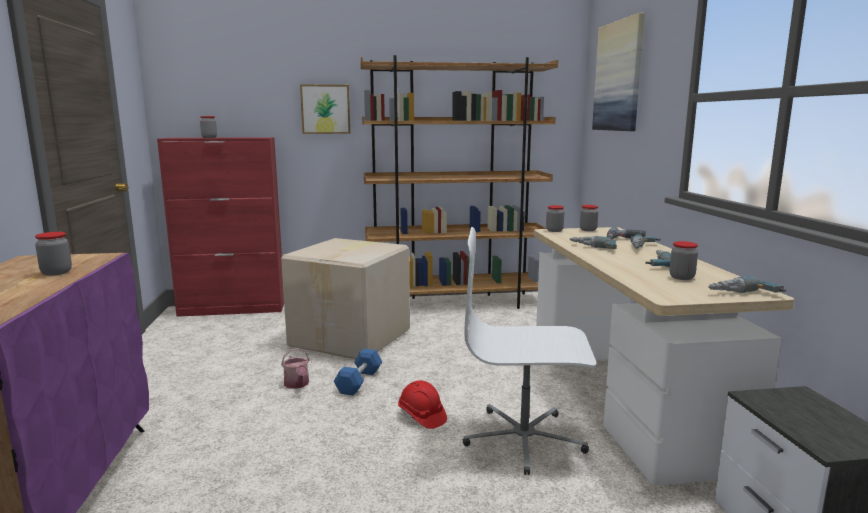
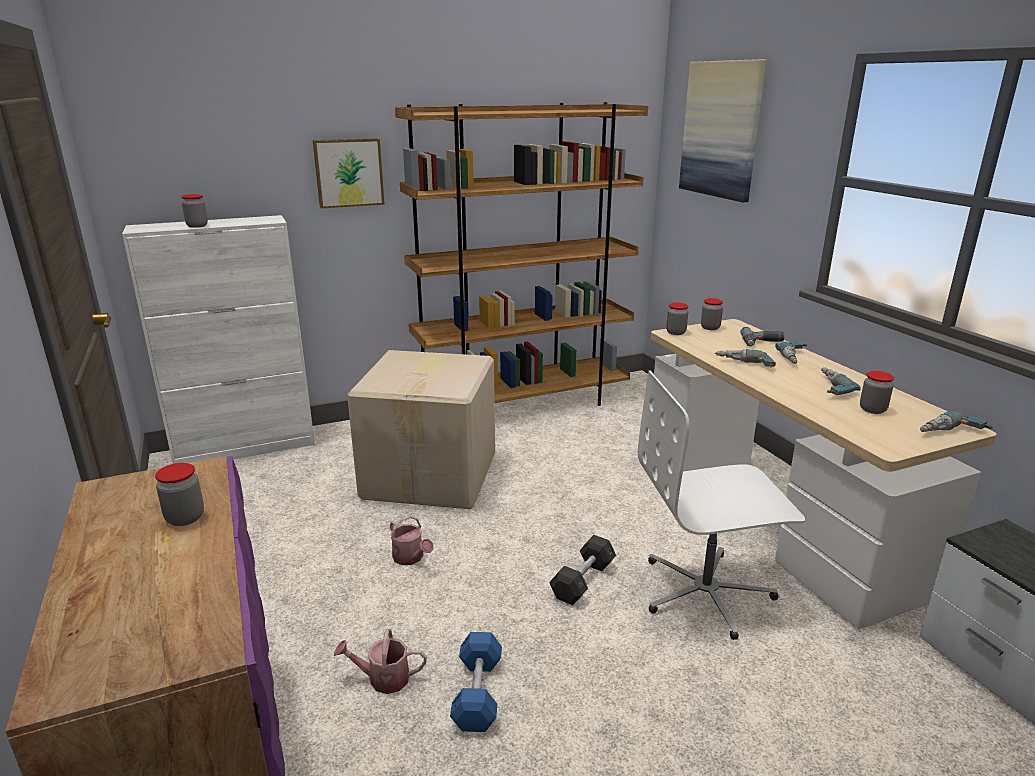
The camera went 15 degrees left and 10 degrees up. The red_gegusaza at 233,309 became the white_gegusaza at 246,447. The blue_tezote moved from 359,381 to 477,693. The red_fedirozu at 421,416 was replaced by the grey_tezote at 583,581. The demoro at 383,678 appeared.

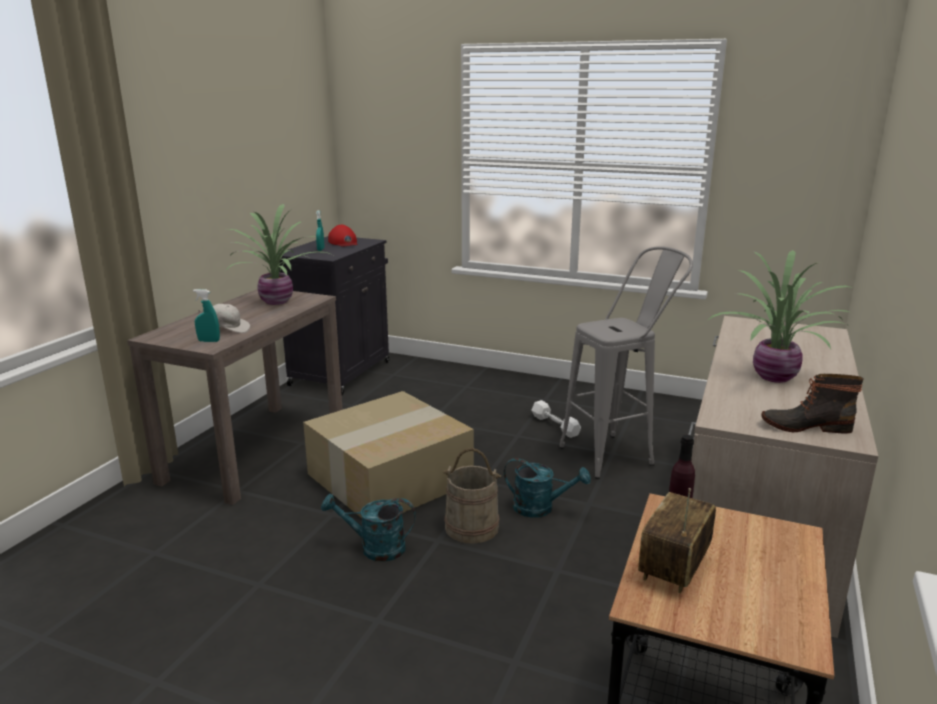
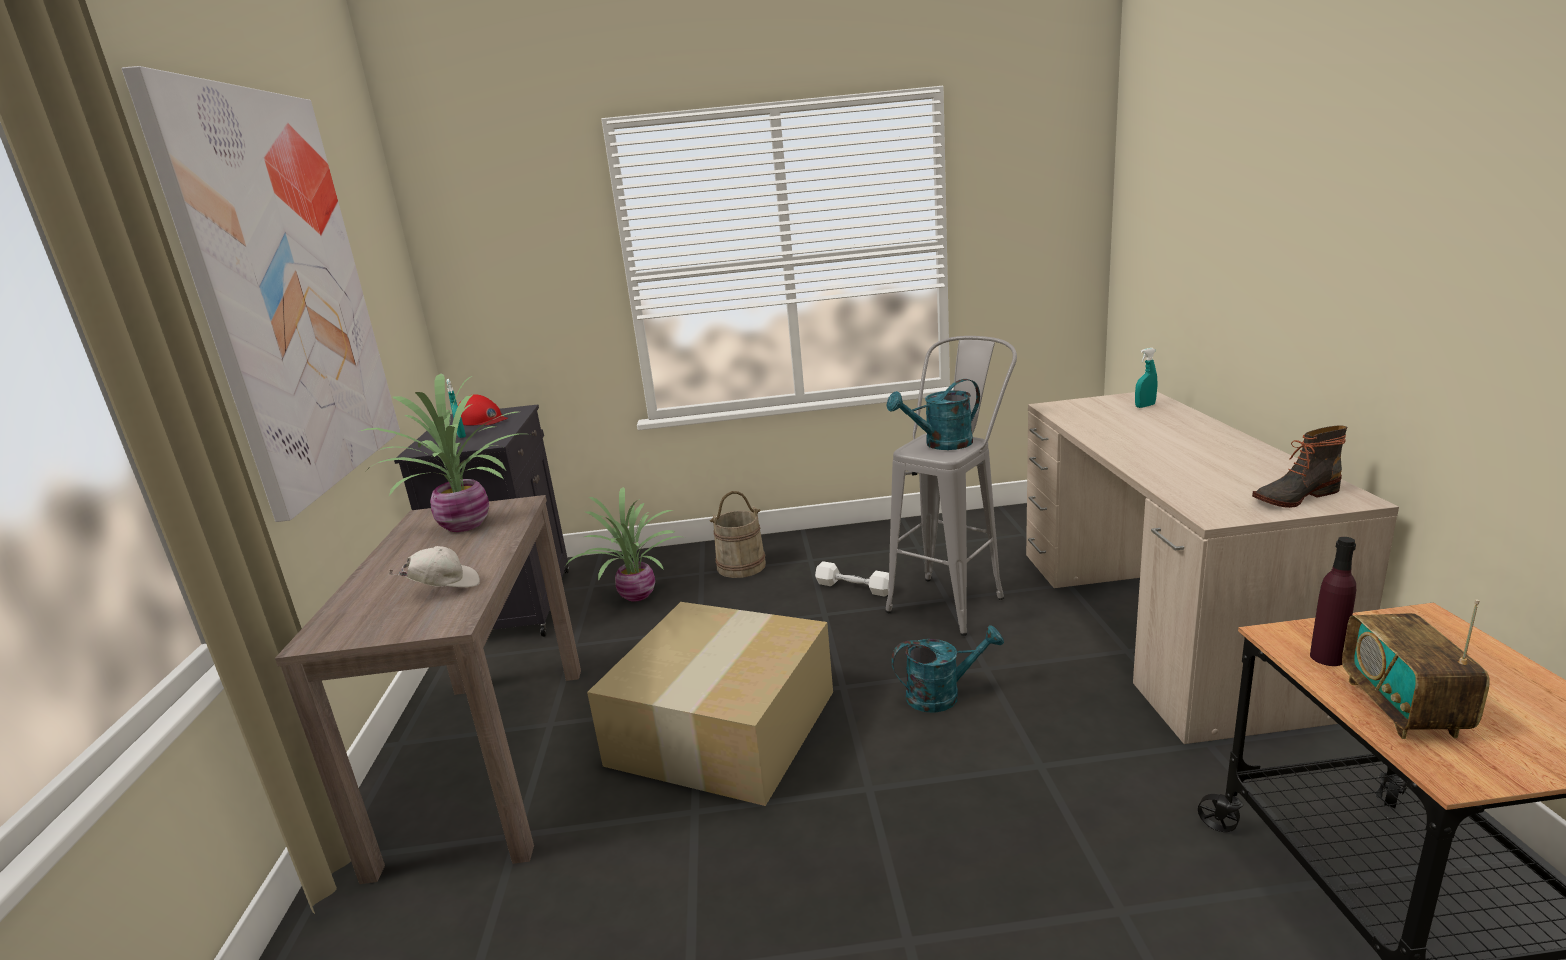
The camera went 25 degrees left and 0 degrees up. The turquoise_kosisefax moved from 209,341 to 1145,406. The turquoise_demoro moved from 374,548 to 941,444. The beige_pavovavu moved from 472,527 to 741,566. The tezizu moved from 774,376 to 638,594. The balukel at 287,294 appeared.

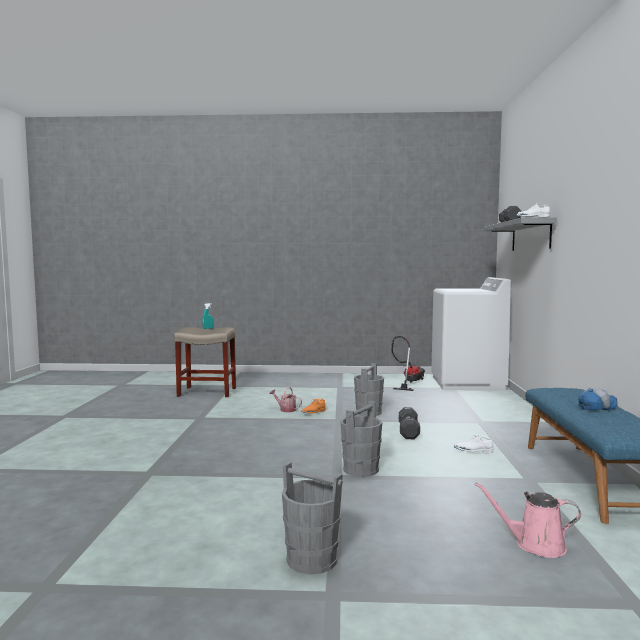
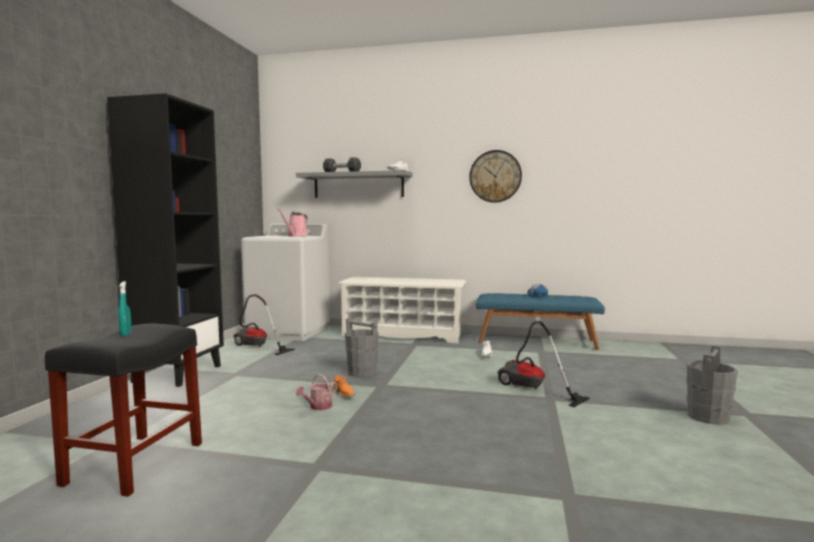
The camera went 80 degrees left and 0 degrees up. The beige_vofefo at 206,392 became the black_vofefo at 134,464. The grey_pavovavu at 361,469 was replaced by the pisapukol at 531,389. The black_tezote at 408,431 disappeared. The pink_demoro moved from 535,545 to 296,236. The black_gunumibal at 177,373 appeared. The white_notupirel at 403,335 appeared. The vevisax at 495,176 appeared.

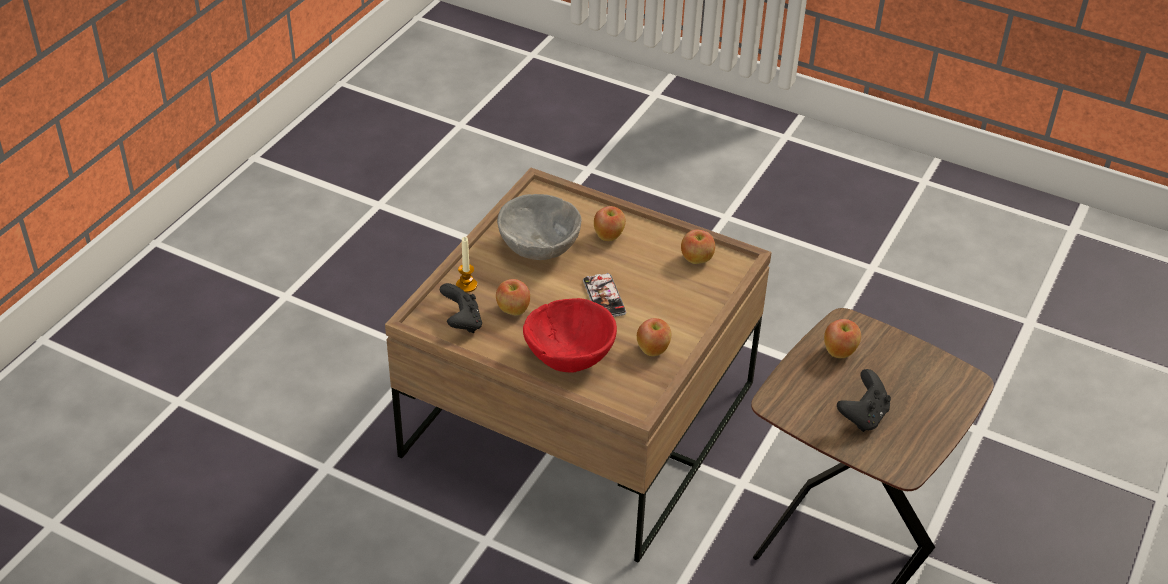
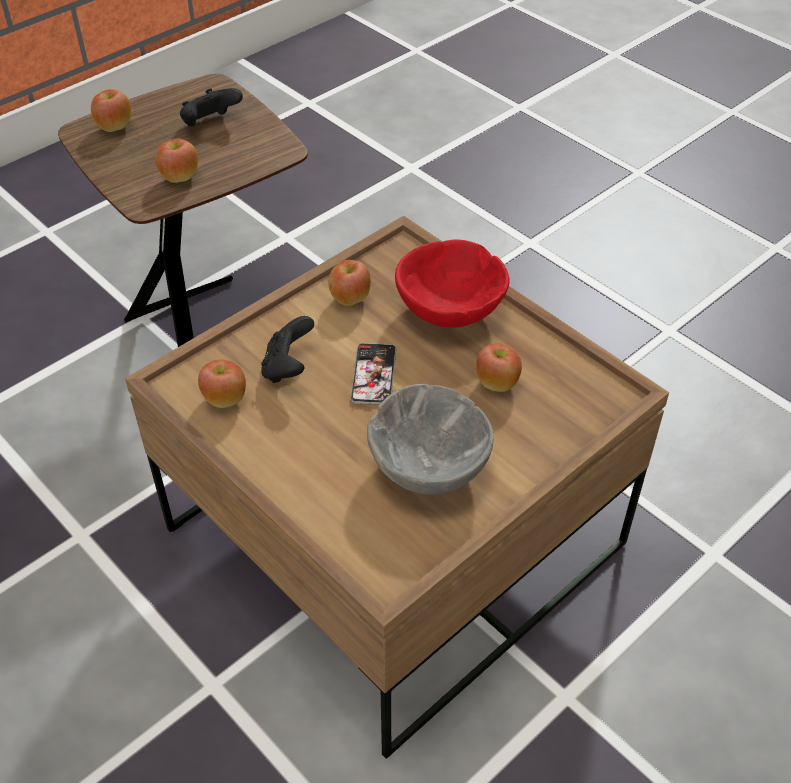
The camera went 160 degrees left and 5 degrees up. The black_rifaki moved from 462,322 to 288,368. The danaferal at 466,285 disappeared. The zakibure moved from 609,236 to 115,127.

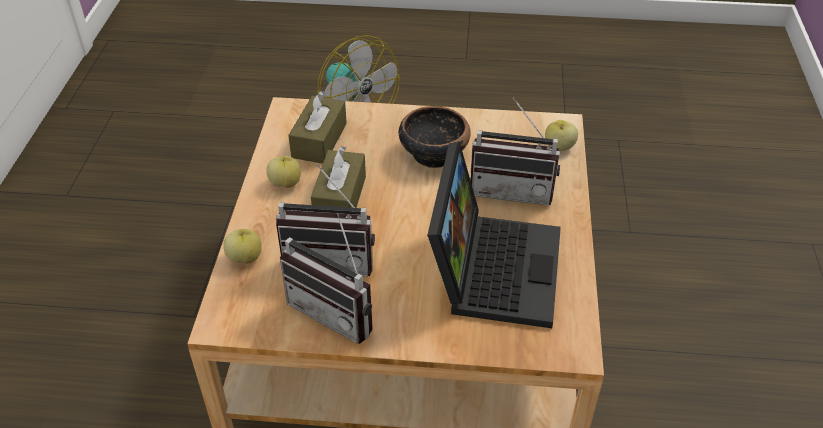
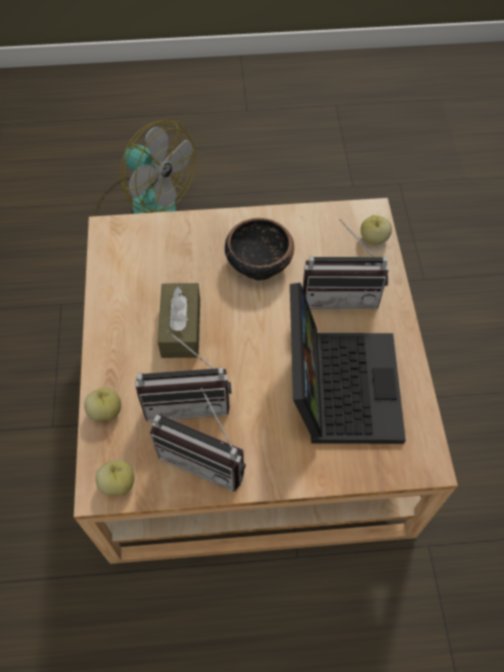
The camera went 10 degrees left and 15 degrees up. The zakibure moved from 285,183 to 118,483. The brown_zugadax at 319,140 disappeared.

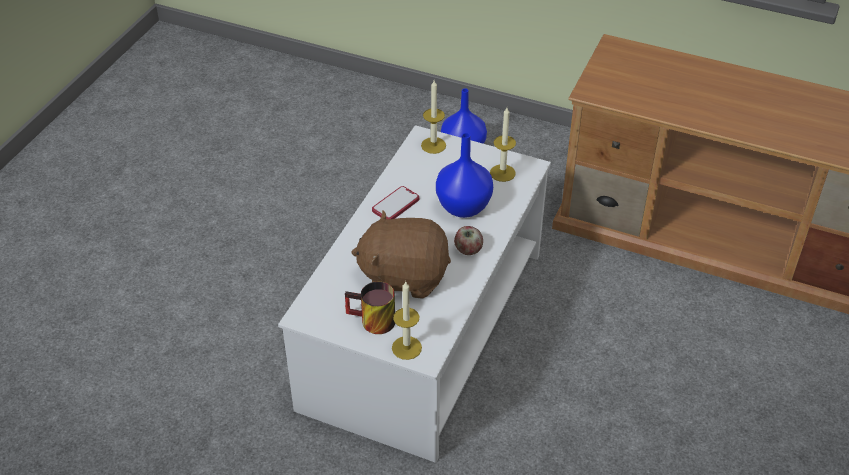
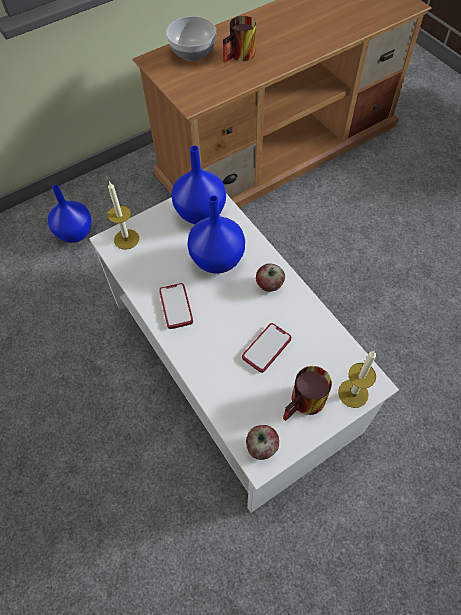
The camera went 55 degrees left and 15 degrees up. The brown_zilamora at 404,276 was replaced by the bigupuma at 266,348. The danaferal at 502,173 was replaced by the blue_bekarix at 199,212. The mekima at 193,52 appeared. The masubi at 240,56 appeared. The zakibure at 261,446 appeared.

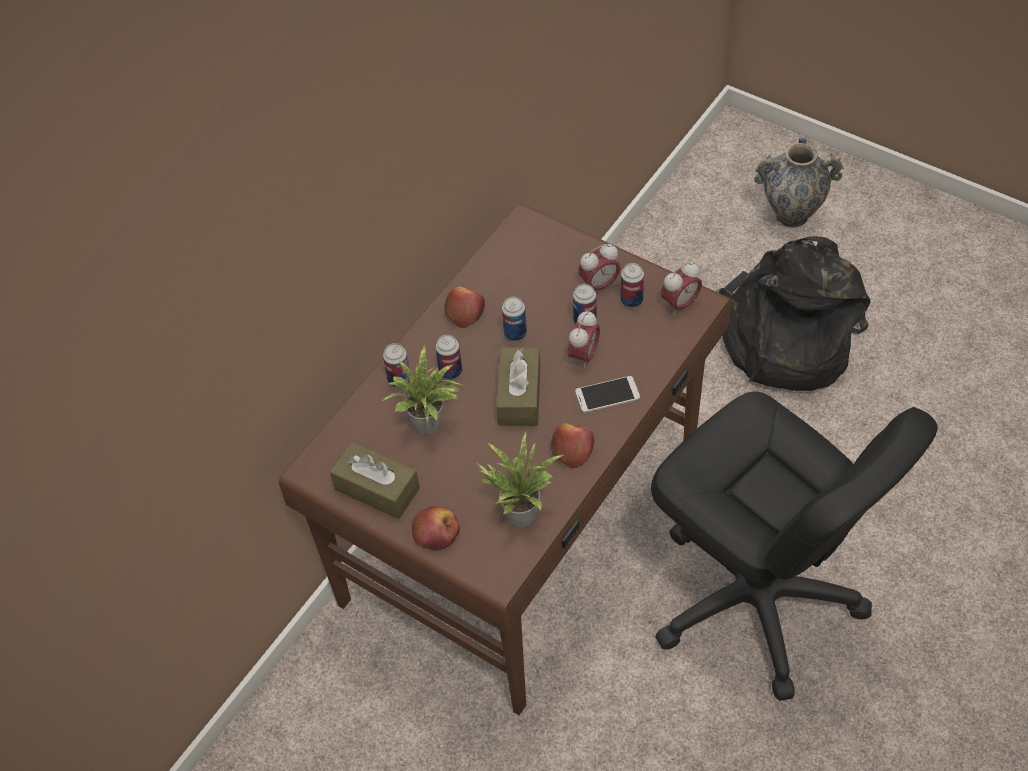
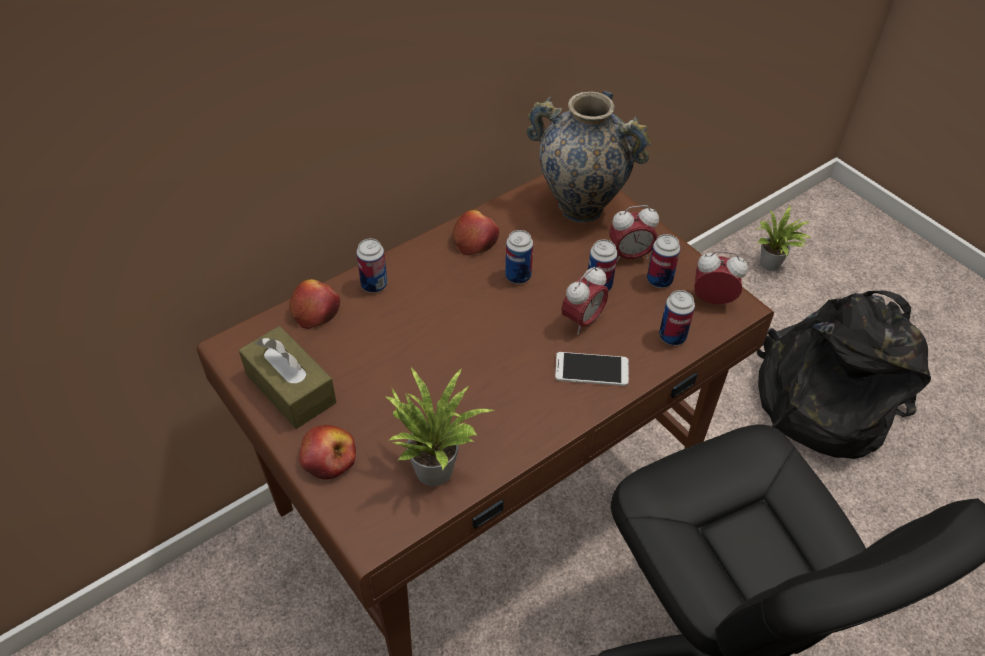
The camera went 15 degrees right and 5 degrees down. The tezizu moved from 430,424 to 772,265. The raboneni moved from 450,371 to 672,336. The brown_zugadax at 519,395 disappeared. The zakibure moved from 572,448 to 315,310. The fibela at 680,304 turned 150 degrees counterclockwise. The bekarix moved from 791,216 to 580,207.

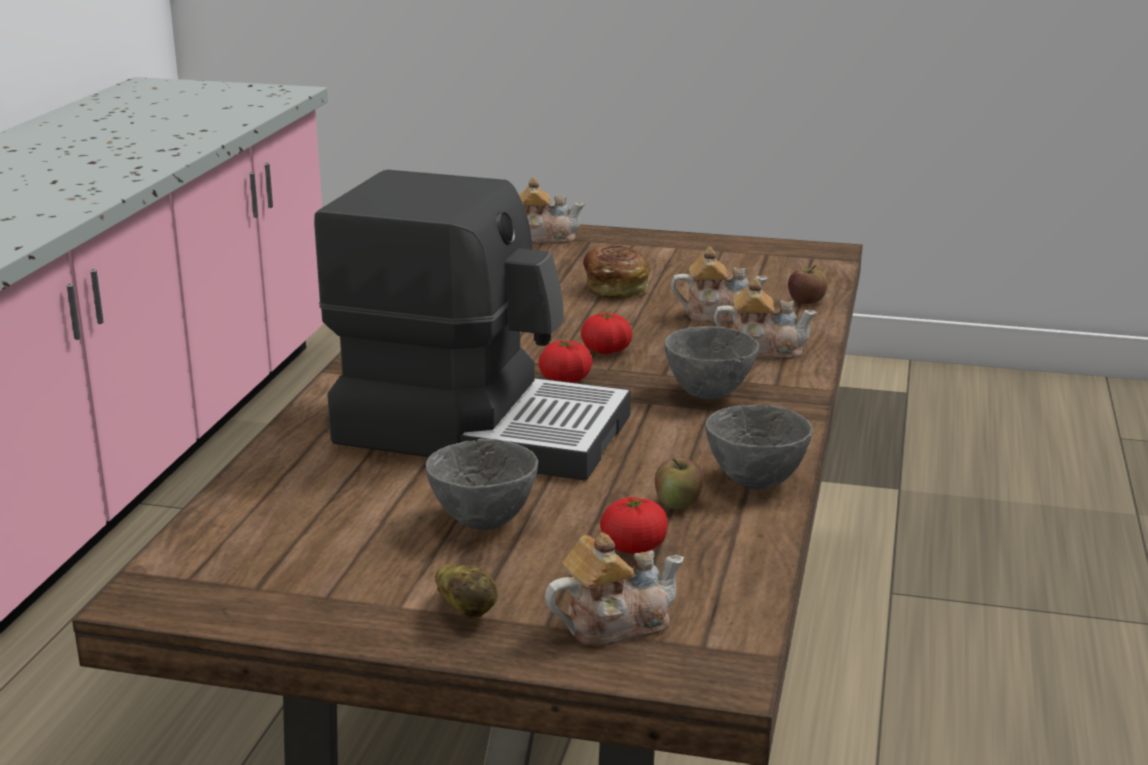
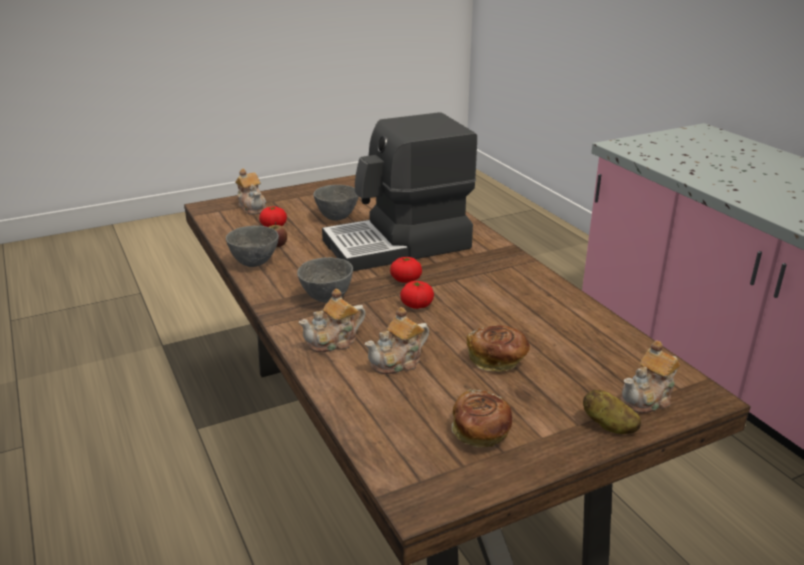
The camera went 140 degrees right and 5 degrees up. The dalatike moved from 466,611 to 608,425. The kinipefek at 614,624 turned 60 degrees counterclockwise. The zakibure at 806,301 disappeared. The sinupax at 480,433 appeared.

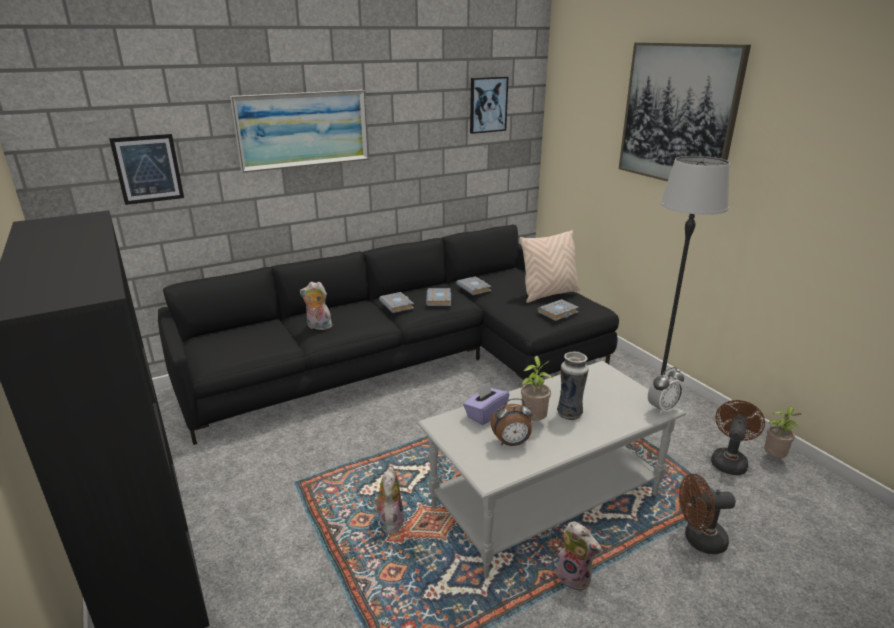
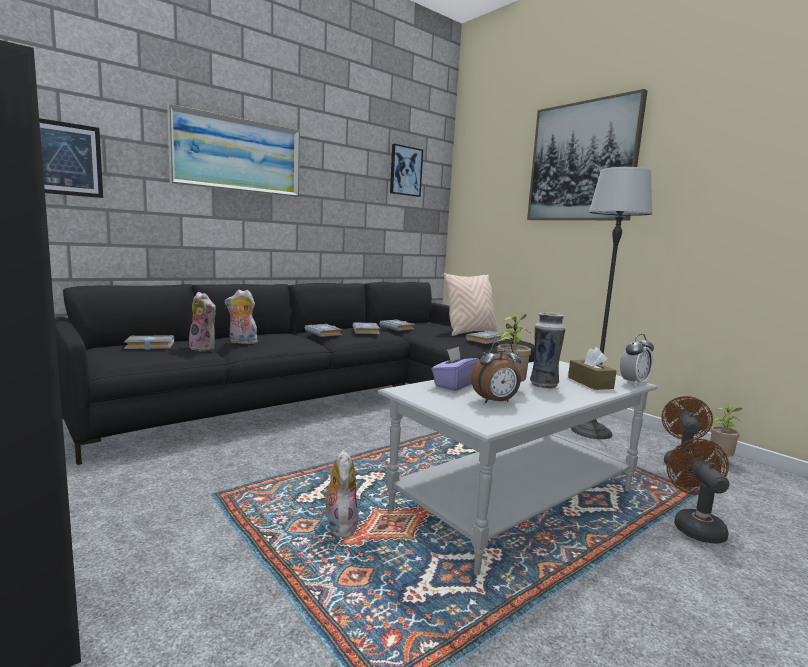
The camera went 10 degrees left and 15 degrees down. The zilamora moved from 575,577 to 204,348. The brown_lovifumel at 698,540 turned 105 degrees clockwise. The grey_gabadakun at 149,346 appeared. The brown_zugadax at 590,383 appeared.

